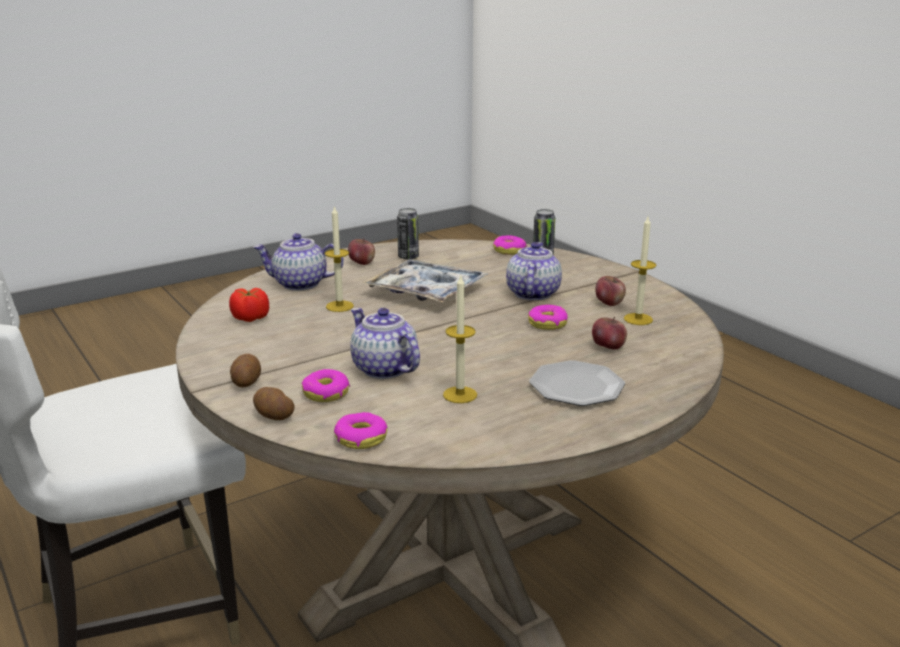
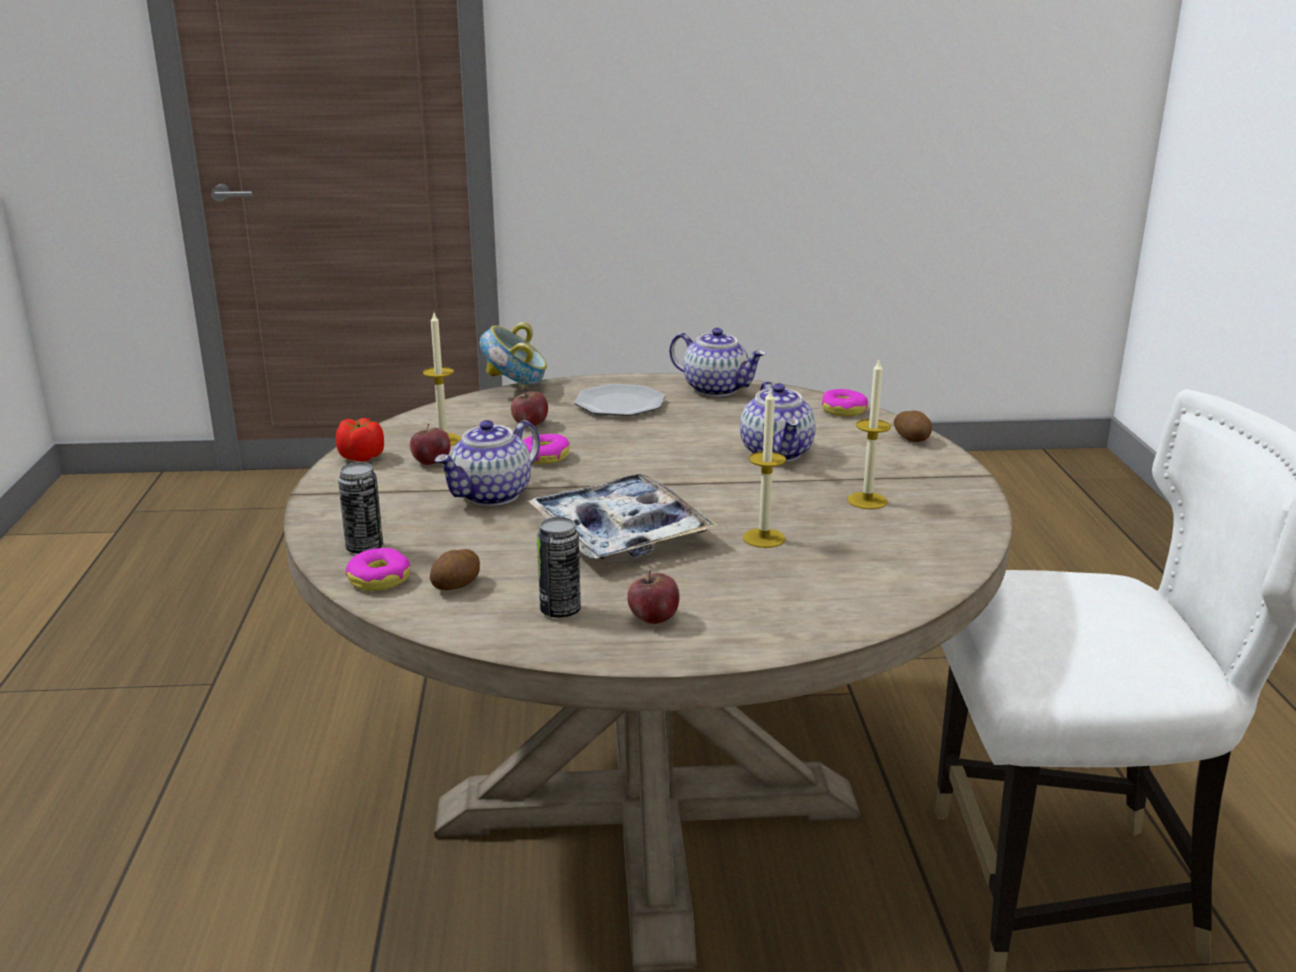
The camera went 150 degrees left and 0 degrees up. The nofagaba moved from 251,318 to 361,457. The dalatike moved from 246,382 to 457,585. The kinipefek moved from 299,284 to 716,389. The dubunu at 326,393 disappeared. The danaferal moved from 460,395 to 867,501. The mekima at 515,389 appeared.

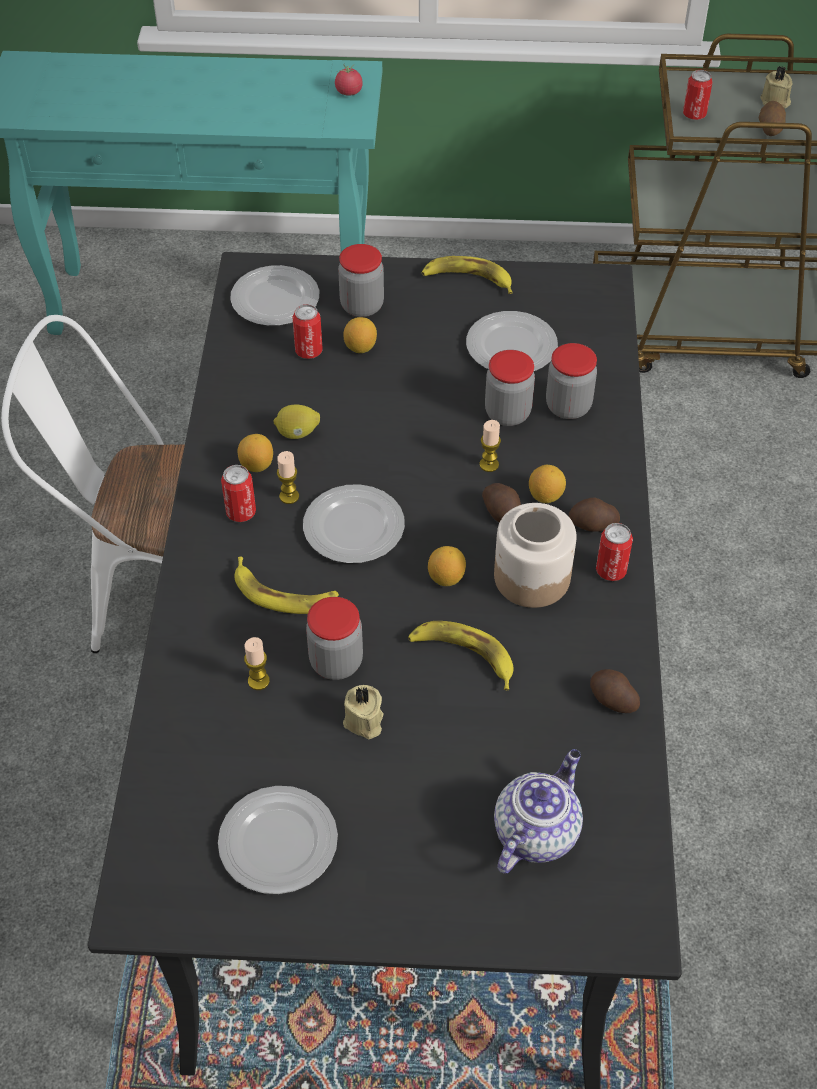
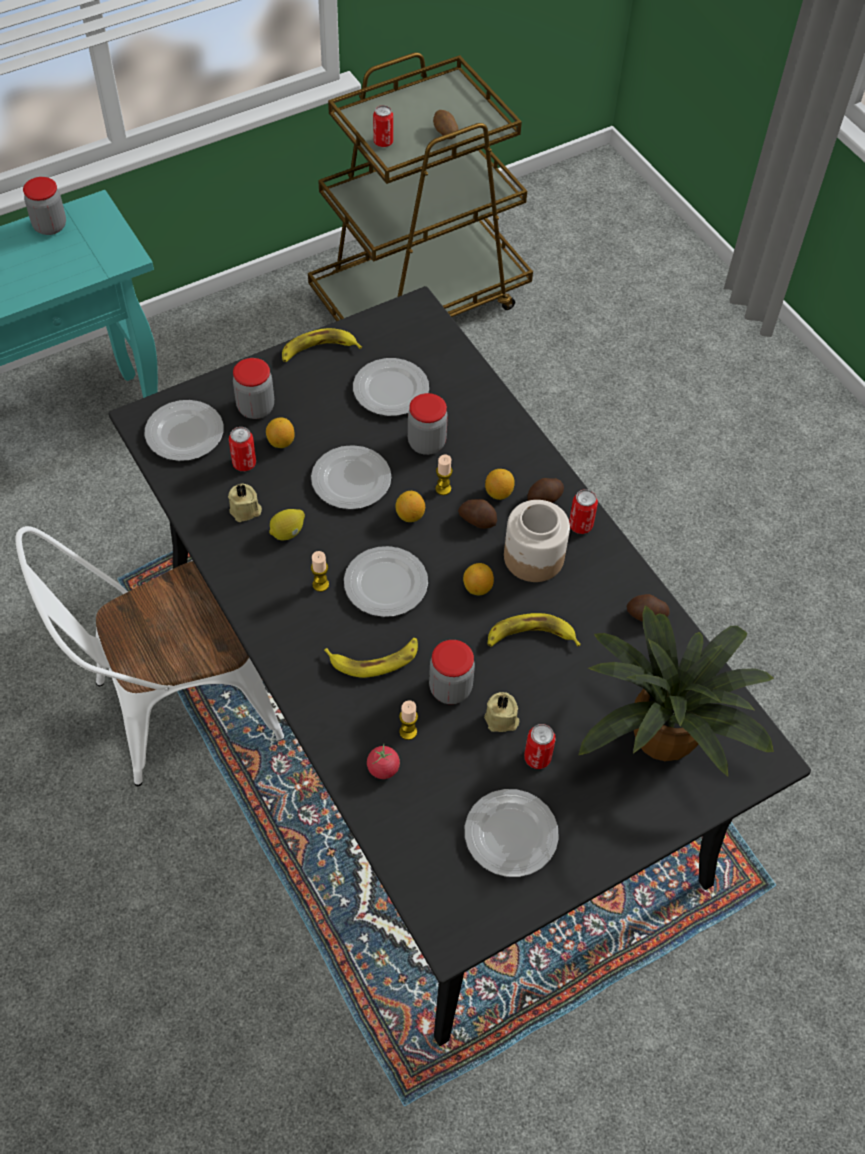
The camera went 35 degrees left and 5 degrees up. The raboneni moved from 241,512 to 537,758. The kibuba moved from 256,465 to 410,515. The nofagaba moved from 349,92 to 383,768. The kinipefek at 536,831 was replaced by the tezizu at 664,730. The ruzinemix moved from 568,406 to 50,226. The beige_danaferal moved from 775,101 to 246,511. The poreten at 351,481 appeared.

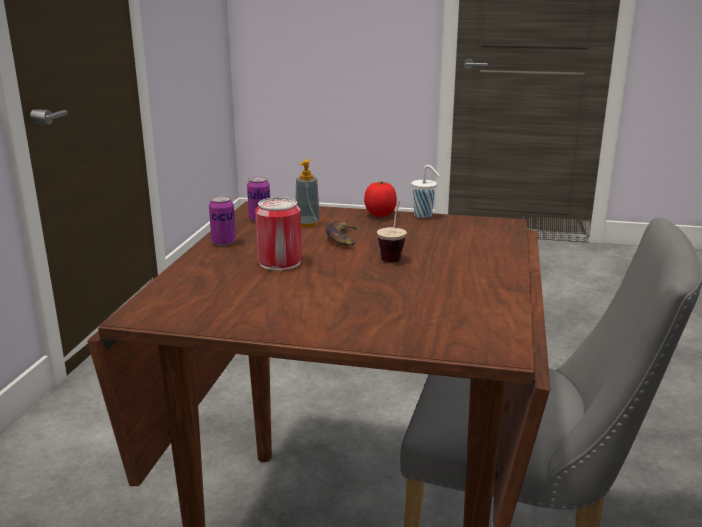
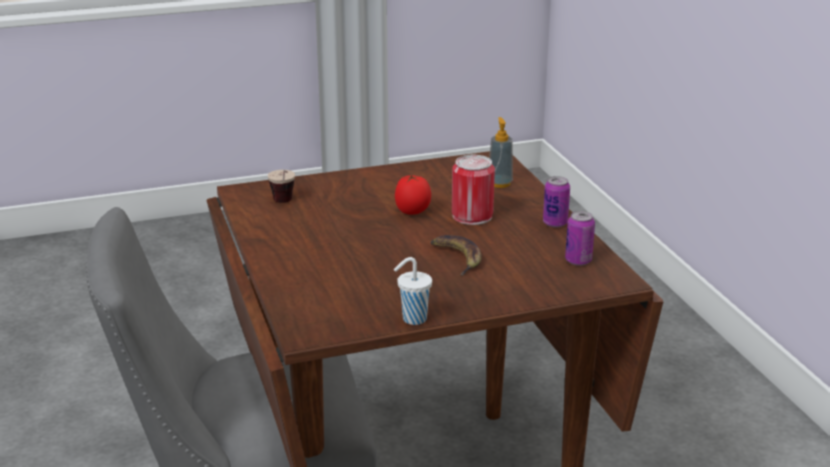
The camera went 150 degrees right and 5 degrees up. The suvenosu moved from 307,224 to 500,183. The nofagaba moved from 380,215 to 413,212. The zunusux moved from 393,255 to 284,204.

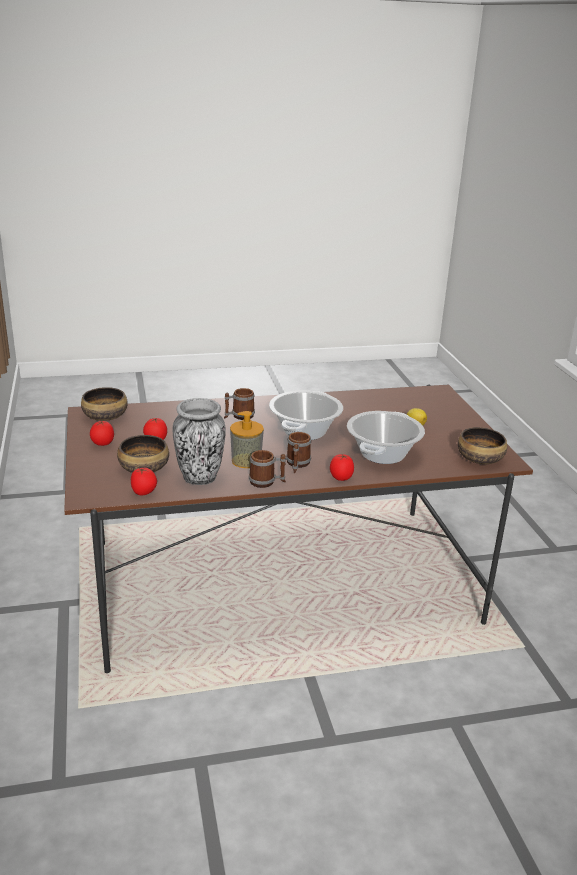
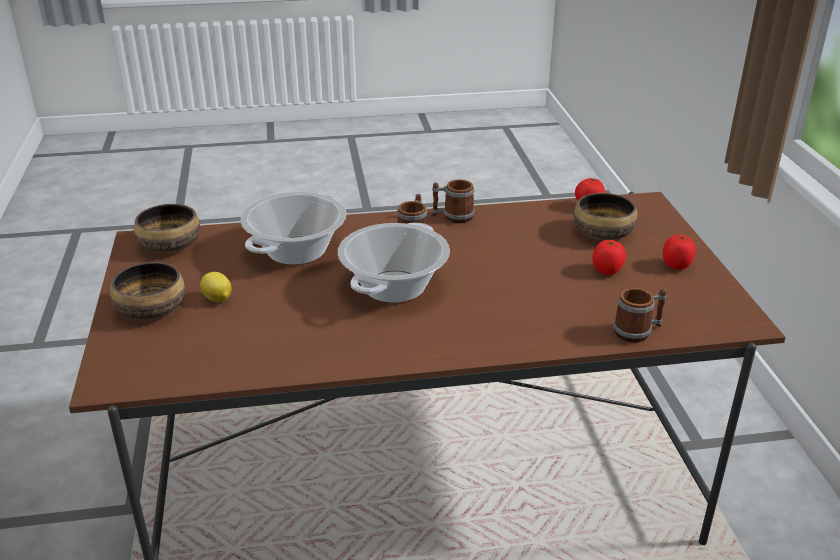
The camera went 175 degrees left and 5 degrees up. The mekima moved from 105,416 to 150,309. The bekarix at 199,478 disappeared. The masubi moved from 239,416 to 638,331. The suvenosu at 246,461 disappeared. The nofagaba at 341,478 disappeared.

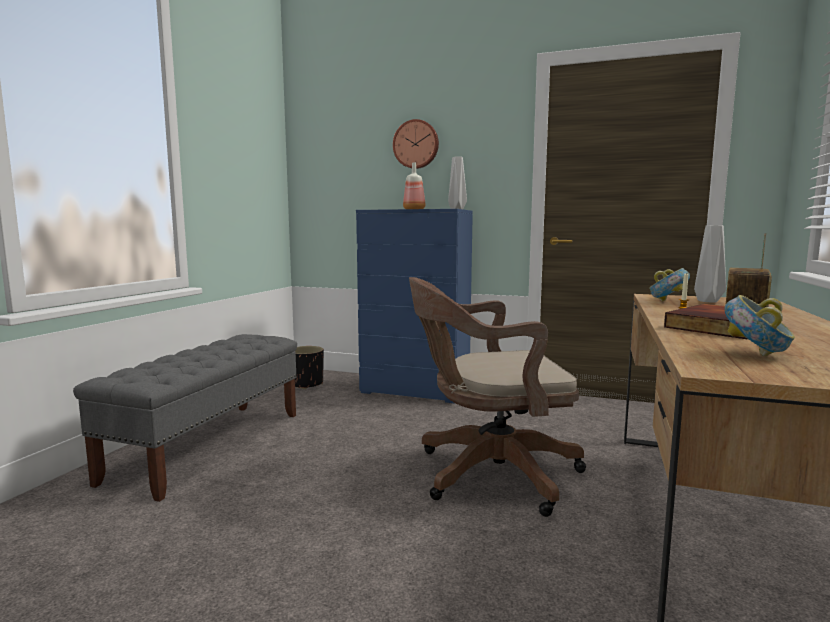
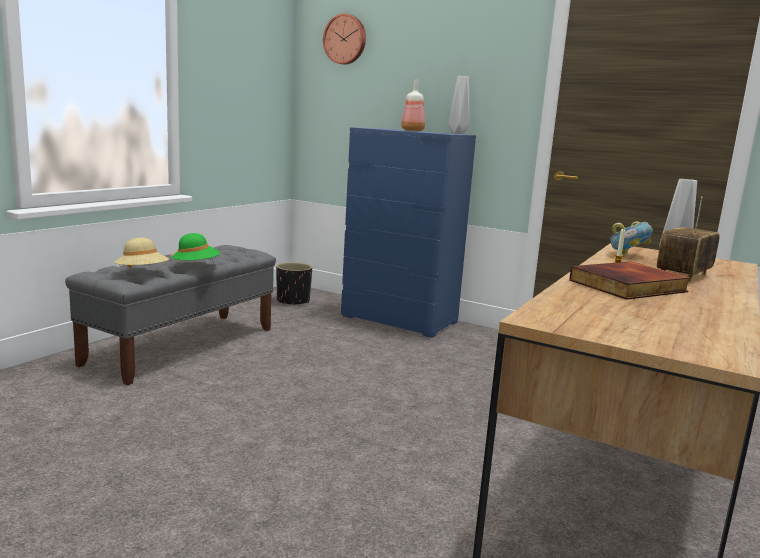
The camera went 10 degrees right and 5 degrees up. The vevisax moved from 416,144 to 345,39. The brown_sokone at 489,474 disappeared. The mekima at 755,355 disappeared. The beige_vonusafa at 142,273 appeared. The green_vonusafa at 196,266 appeared.

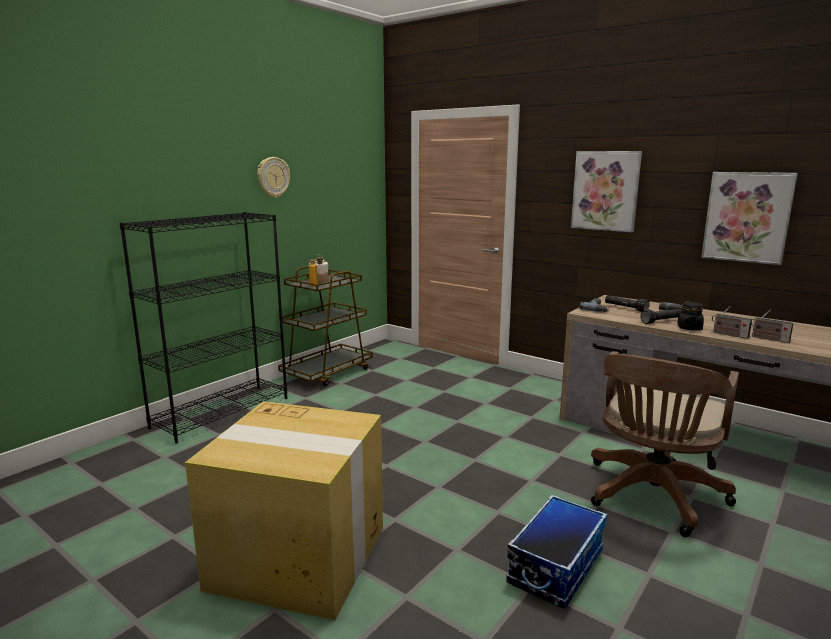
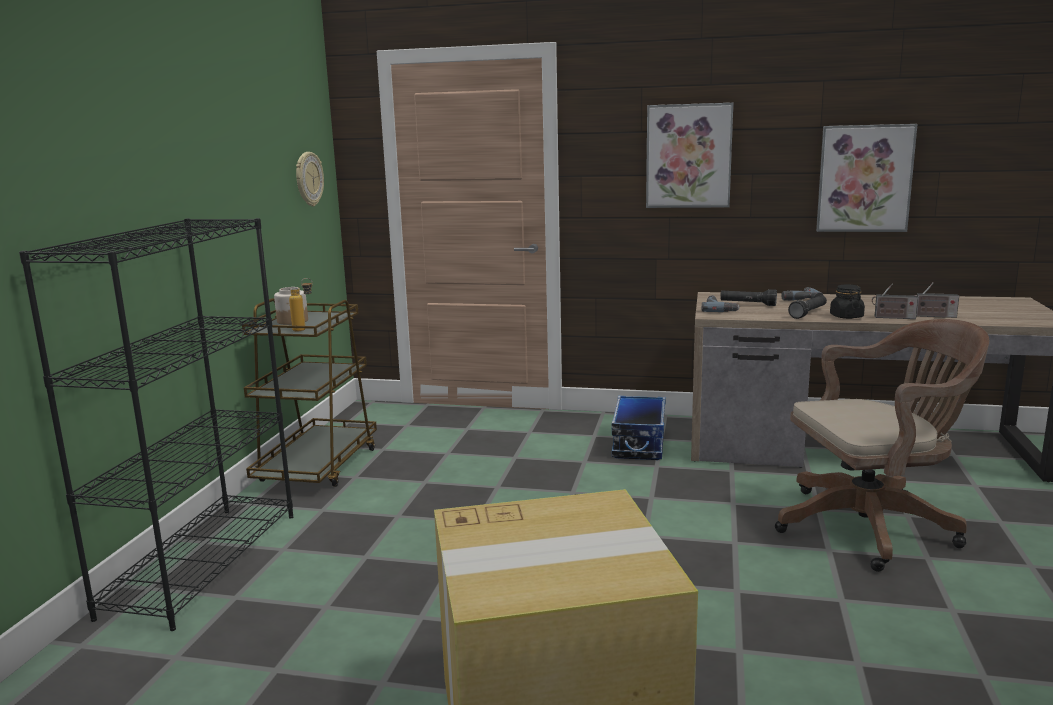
The camera went 25 degrees left and 0 degrees up. The vevisax moved from 273,177 to 308,179. The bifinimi moved from 555,566 to 638,443. The brown_sokone at 652,497 turned 105 degrees counterclockwise.

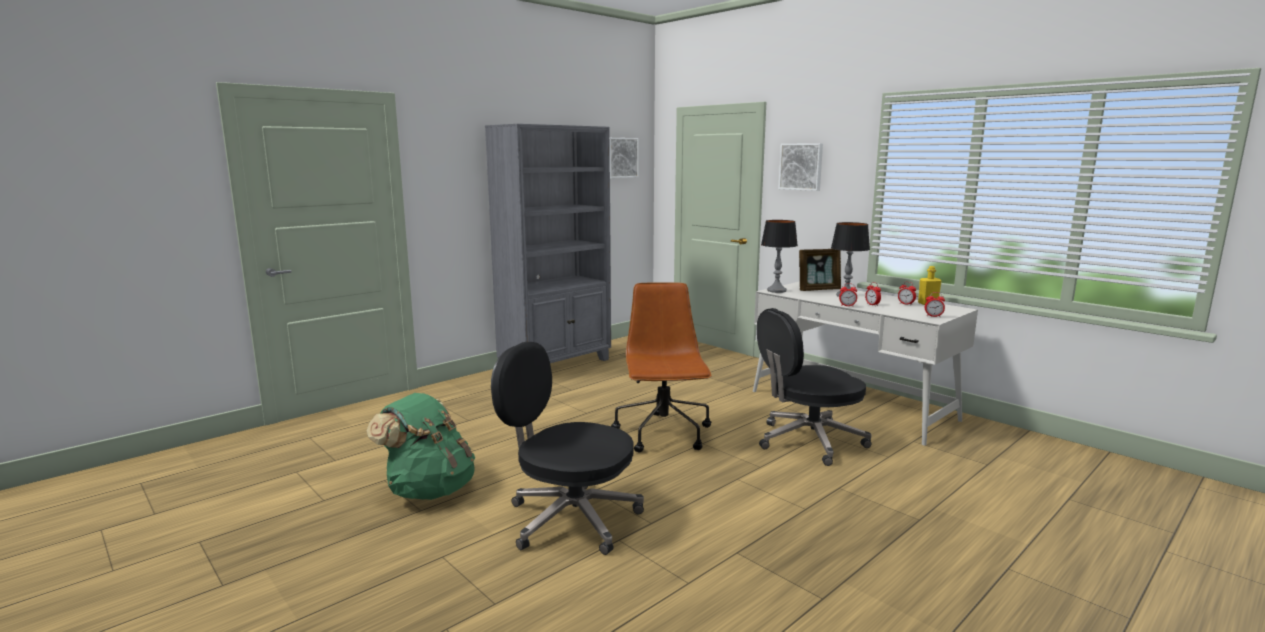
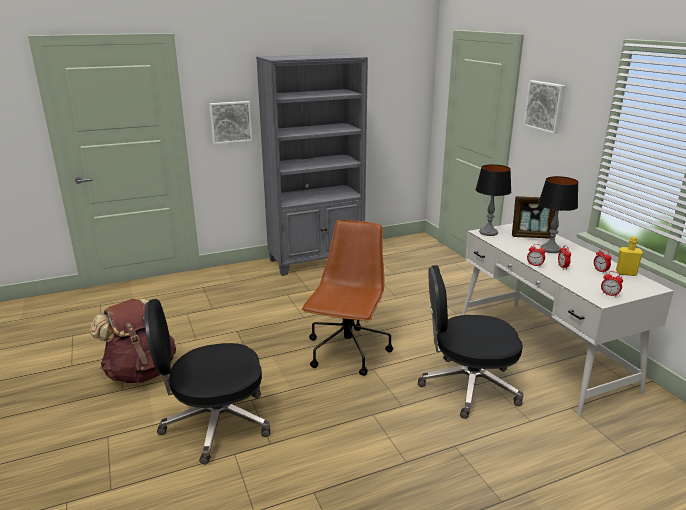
The camera went 20 degrees right and 10 degrees up. The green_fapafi at 429,490 became the brown_fapafi at 140,371. The black_sokone at 570,519 turned 60 degrees counterclockwise. The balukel moved from 621,157 to 230,122.

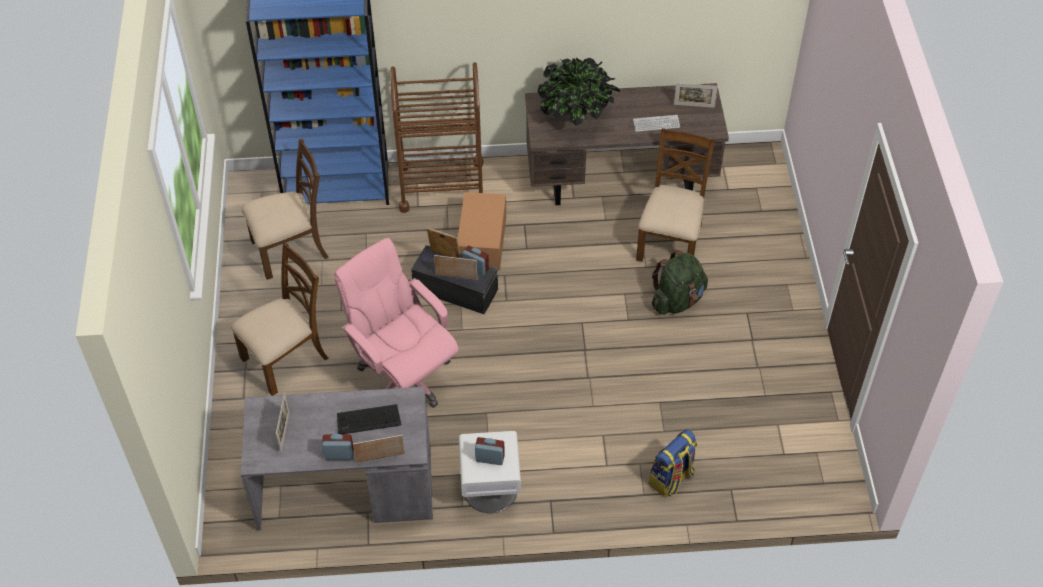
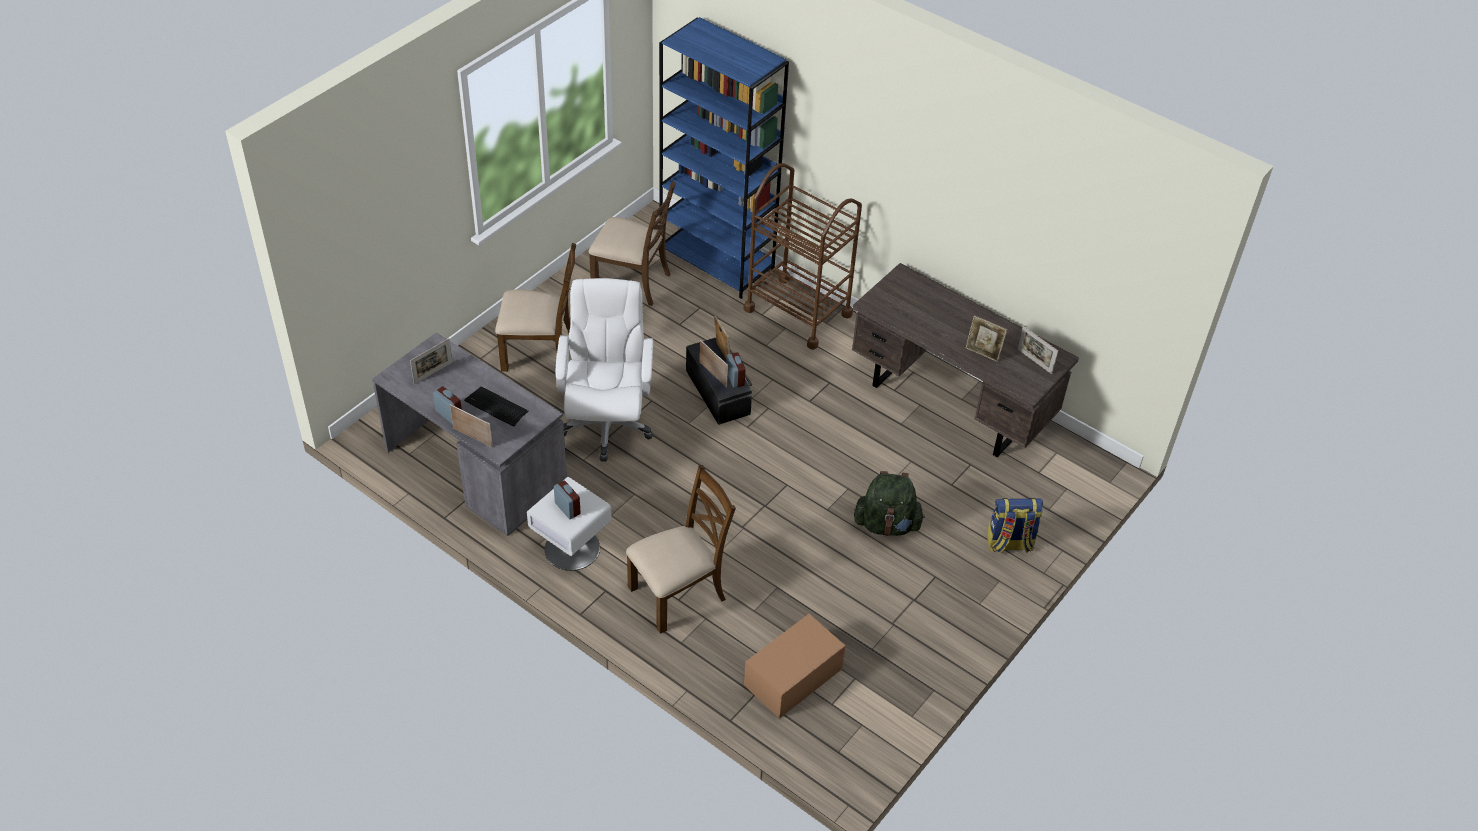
The camera went 40 degrees right and 5 degrees down. The pink_sokone at 403,376 became the white_sokone at 606,424. The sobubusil moved from 482,241 to 793,677. The tezizu at 577,117 disappeared. The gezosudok at 656,124 was replaced by the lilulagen at 982,354. The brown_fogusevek moved from 670,241 to 678,593. The fapafi moved from 671,479 to 1009,543.

